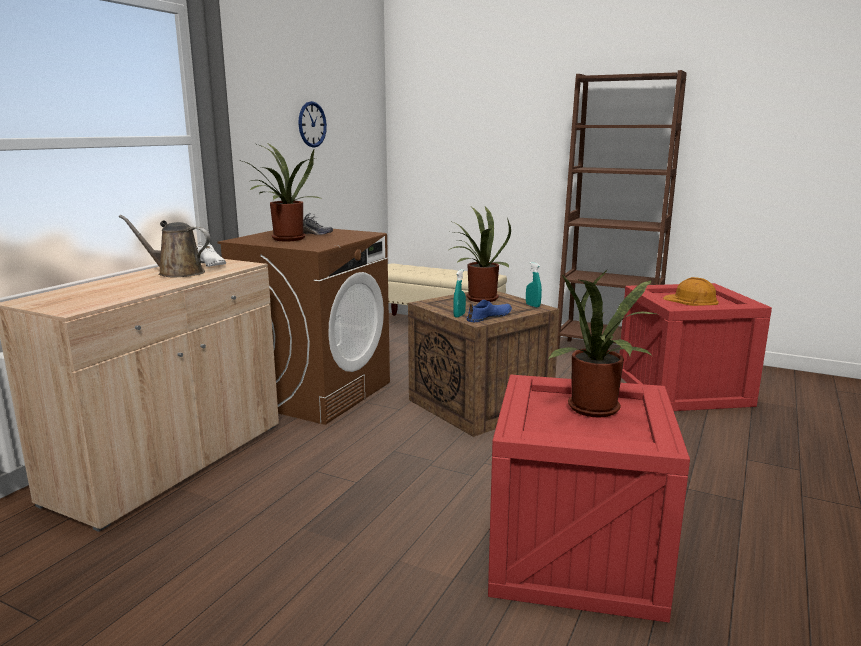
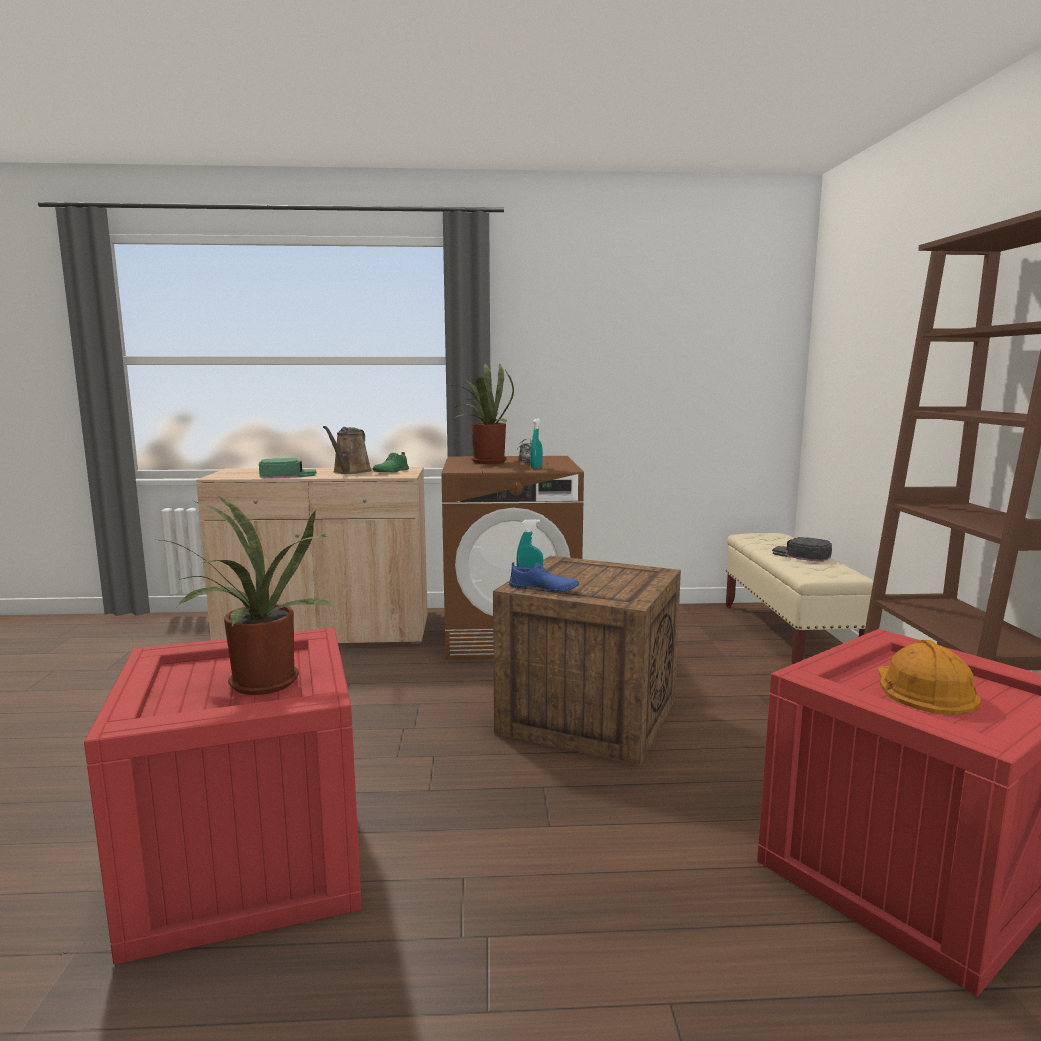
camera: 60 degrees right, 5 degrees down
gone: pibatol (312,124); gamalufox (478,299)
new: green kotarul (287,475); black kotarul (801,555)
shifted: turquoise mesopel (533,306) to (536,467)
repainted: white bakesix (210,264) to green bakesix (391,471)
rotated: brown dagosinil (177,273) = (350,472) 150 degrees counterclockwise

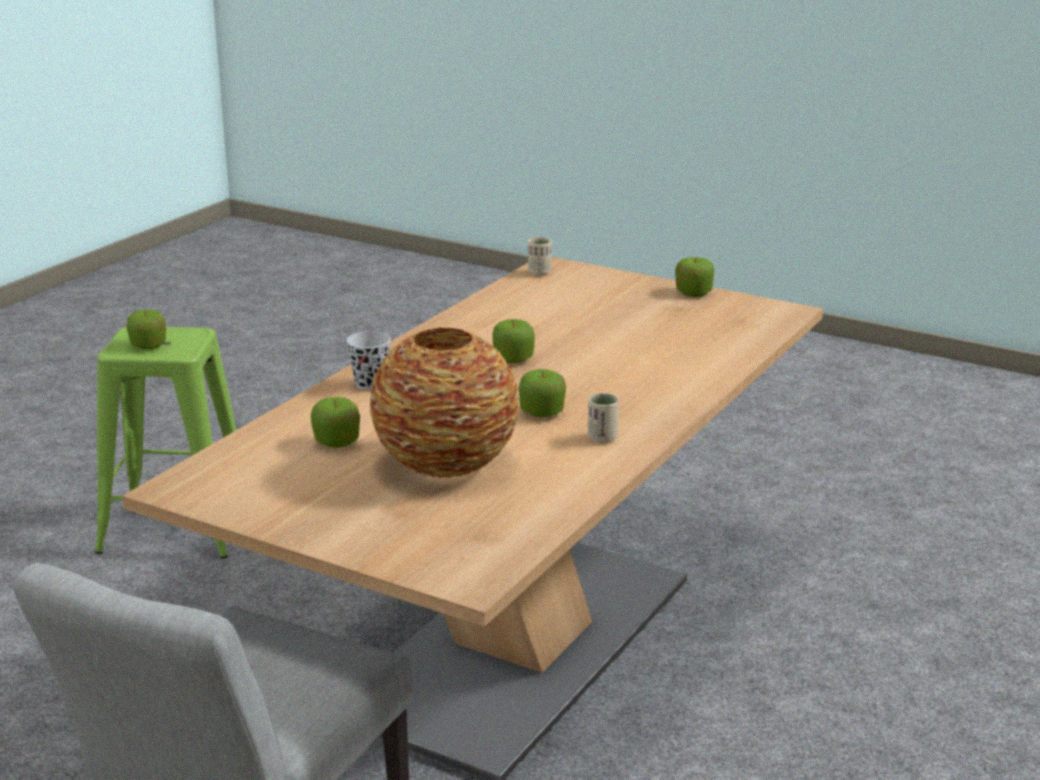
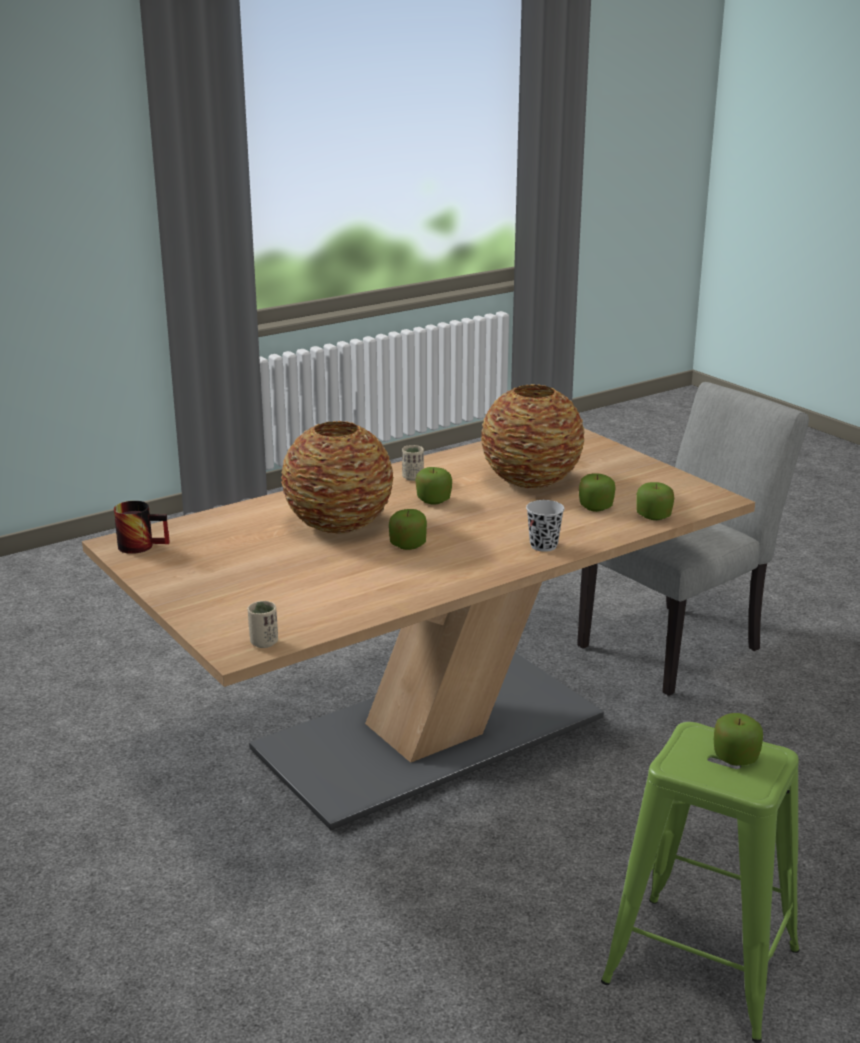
camera: 155 degrees left, 0 degrees up
new: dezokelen (142,545); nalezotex (339,524)
shifted: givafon (693,292) to (653,516)

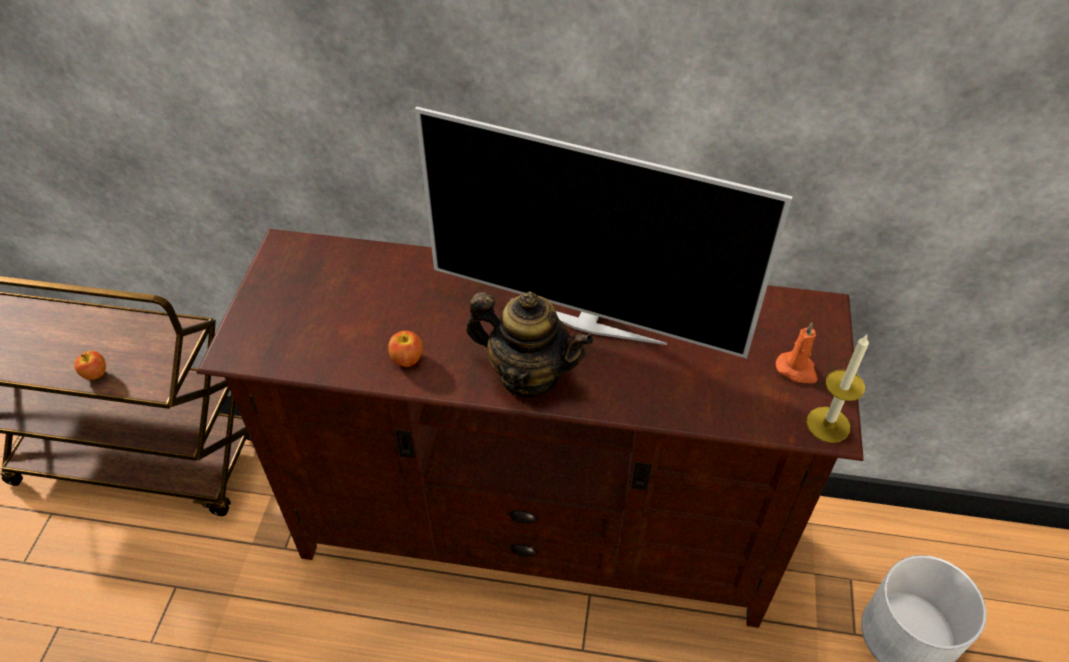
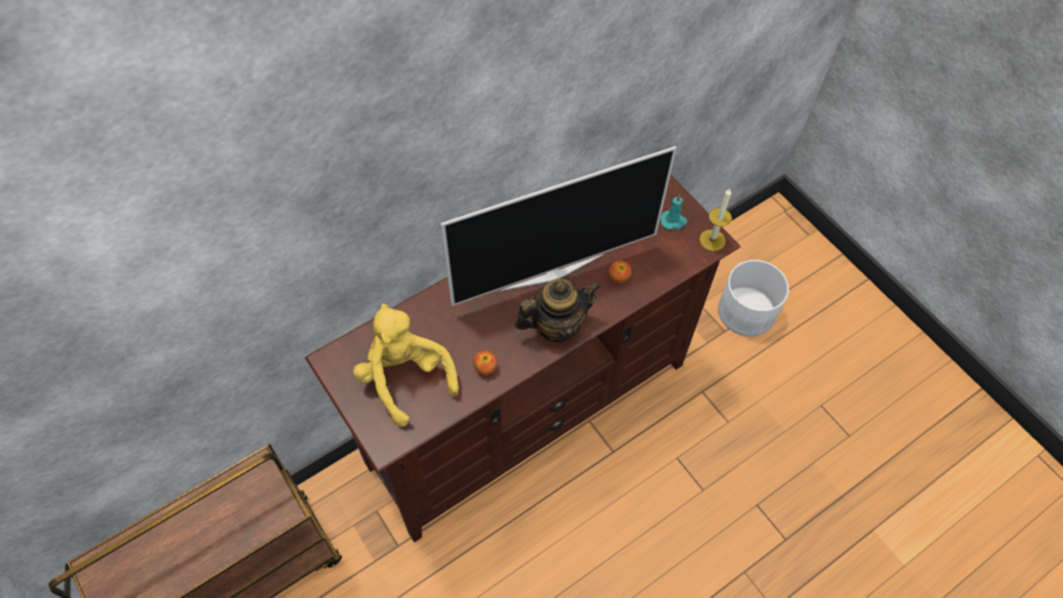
camera: 45 degrees left, 10 degrees up
new: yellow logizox (405,377)
shifted: givafon (95,373) to (618,277)
repainted: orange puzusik (797,370) to turquoise puzusik (673,221)

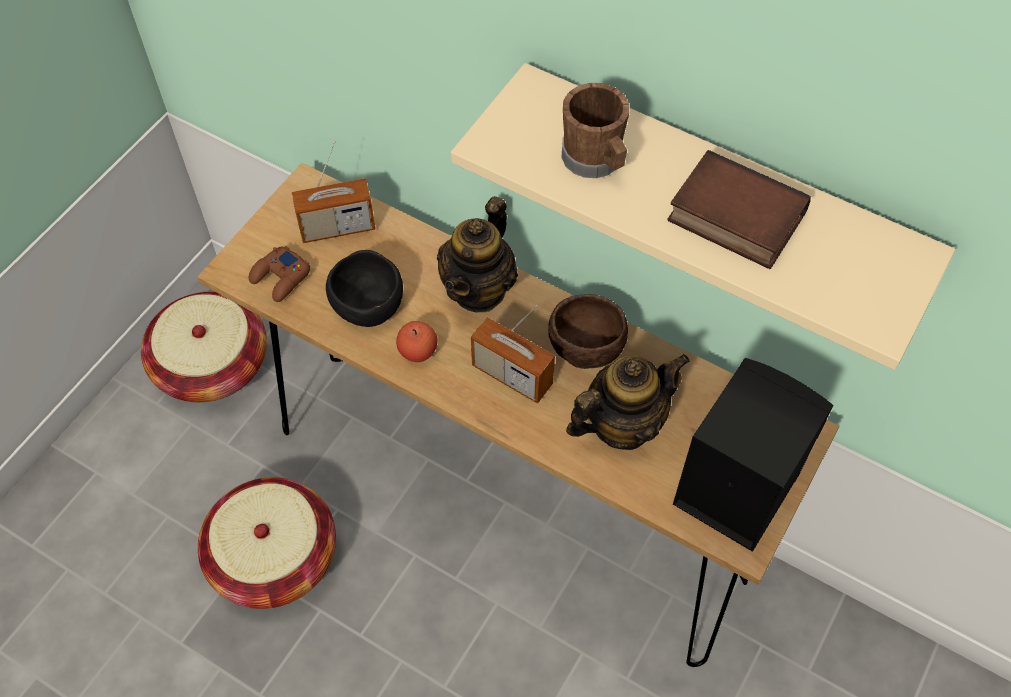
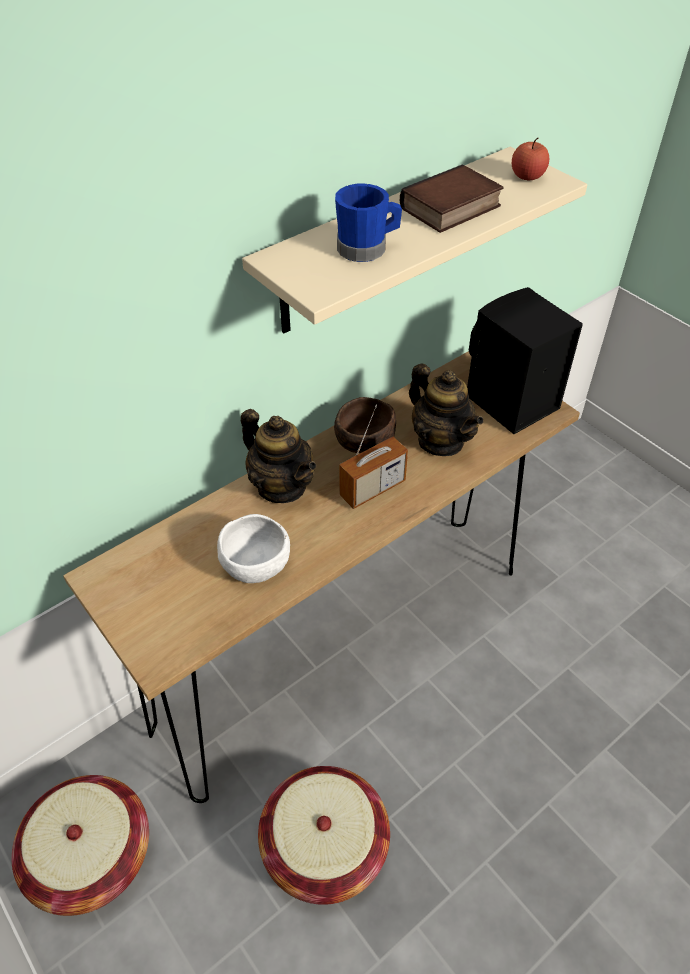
camera: 70 degrees left, 10 degrees down
gone: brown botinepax (281,278); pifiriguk (337,228)
shifted: givafon (418,351) to (527,176)
repainted: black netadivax (367,305) to white netadivax (257,563); brown dezokelen (595,161) to blue dezokelen (367,248)
rotated: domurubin (622,424) = (440,441) 150 degrees clockwise

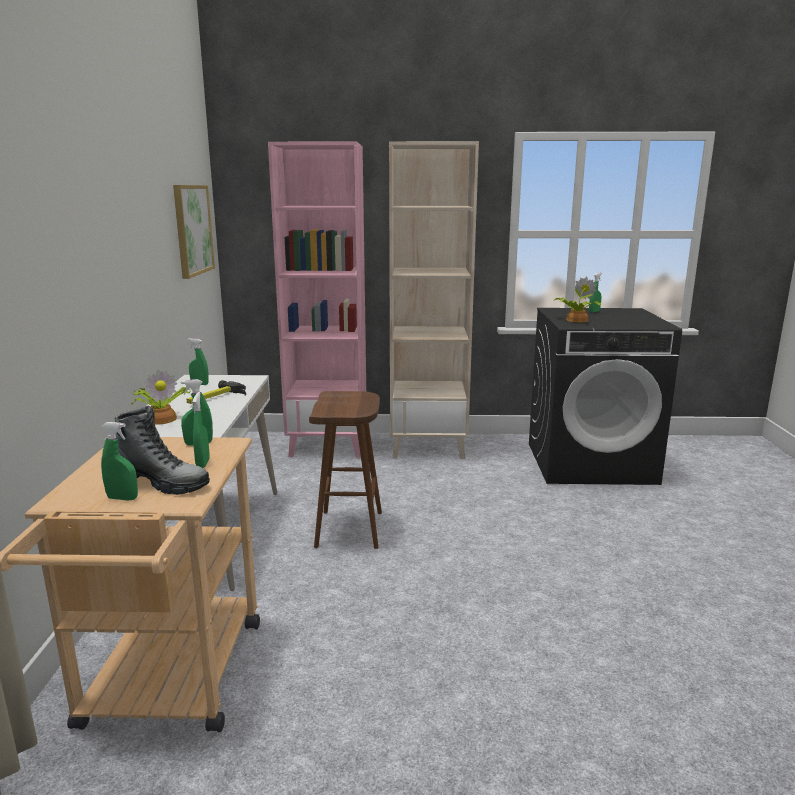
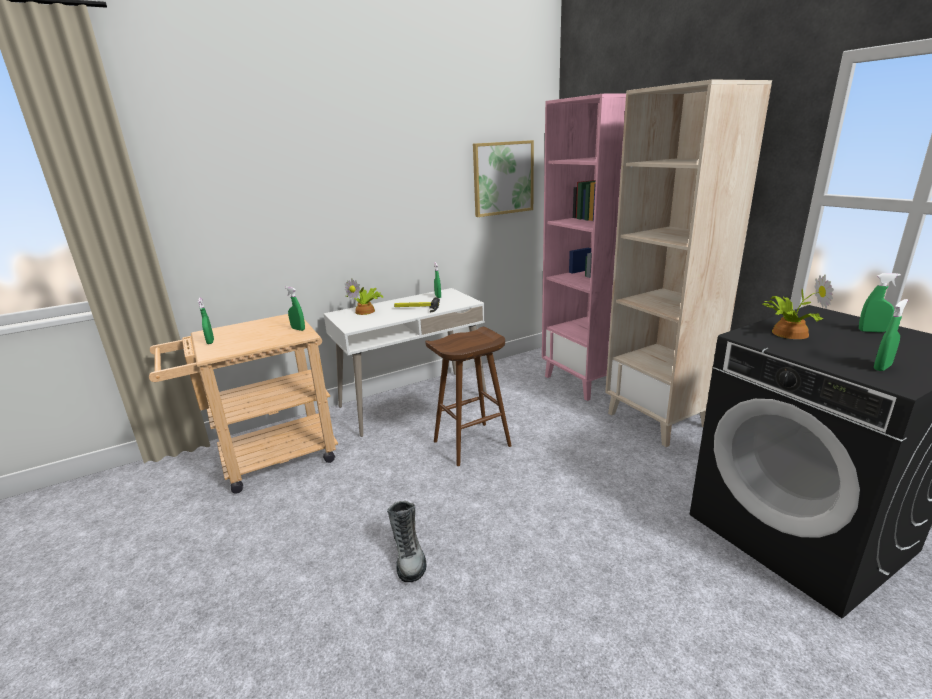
camera: 60 degrees right, 5 degrees up
shifted: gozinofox (160,483) to (408,556); green mesopel (203,463) to (882,367)

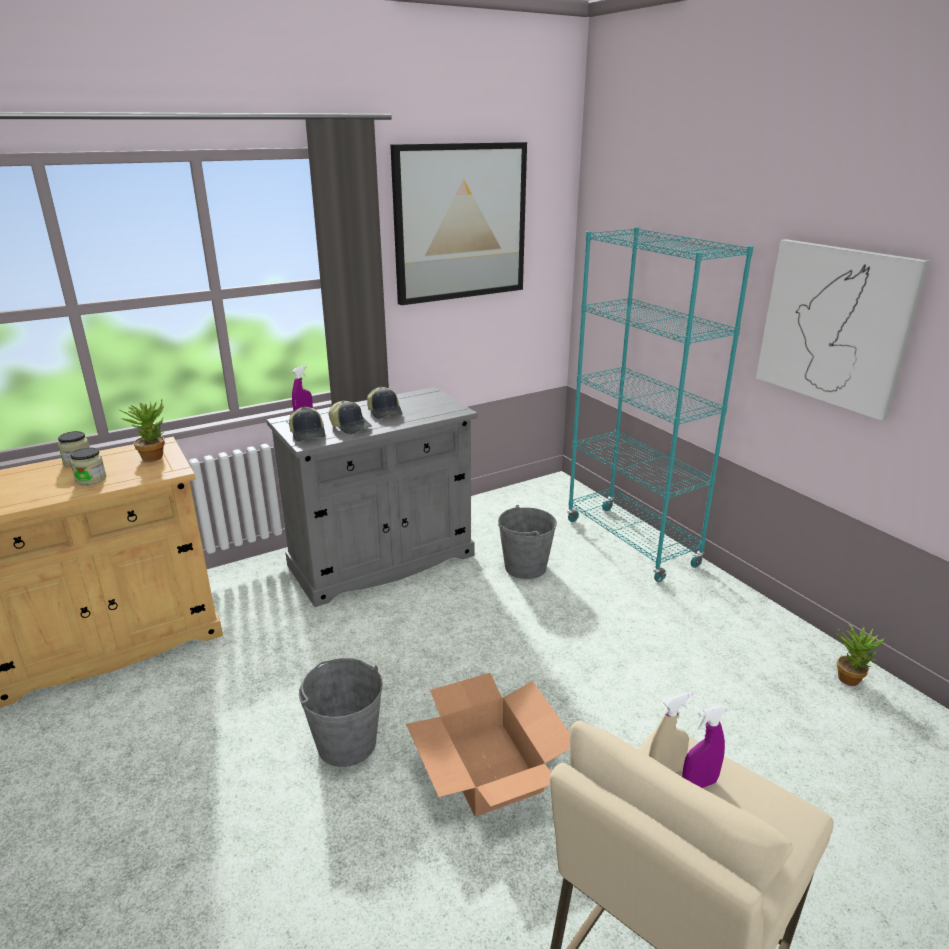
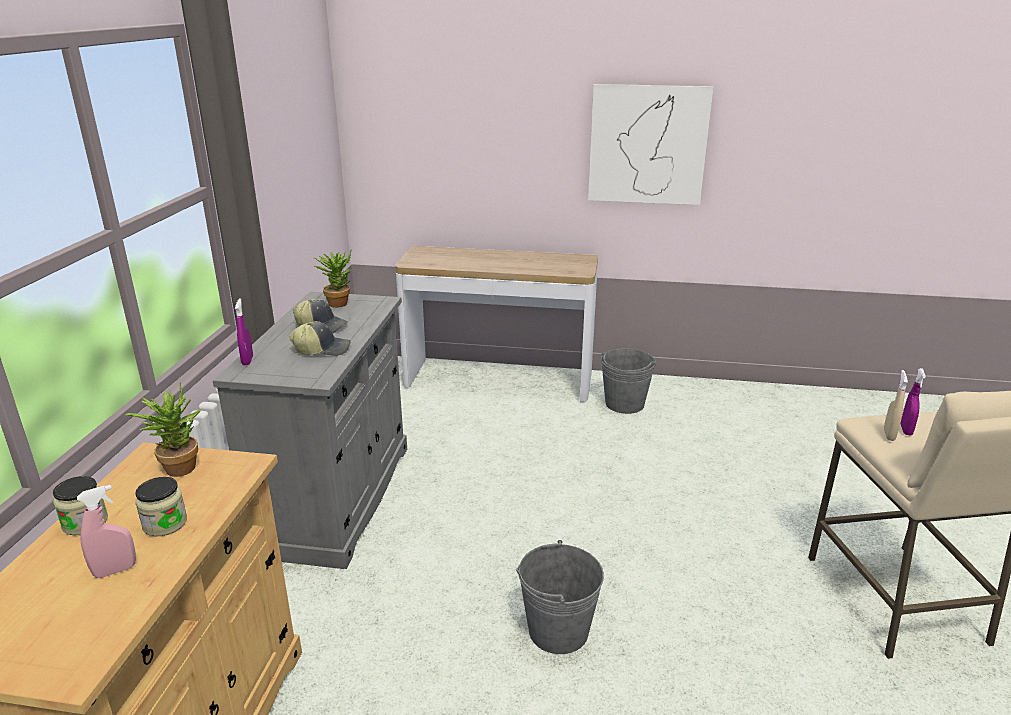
camera: 50 degrees left, 0 degrees up
gone: kotarul (308,434); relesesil (460,222); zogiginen (489,767)
new: pink mesopel (115,571)
shifted: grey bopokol (525,567) to (624,404); gamalufox (850,677) to (339,302)
swapped: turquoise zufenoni (631,543) to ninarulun (498,380)

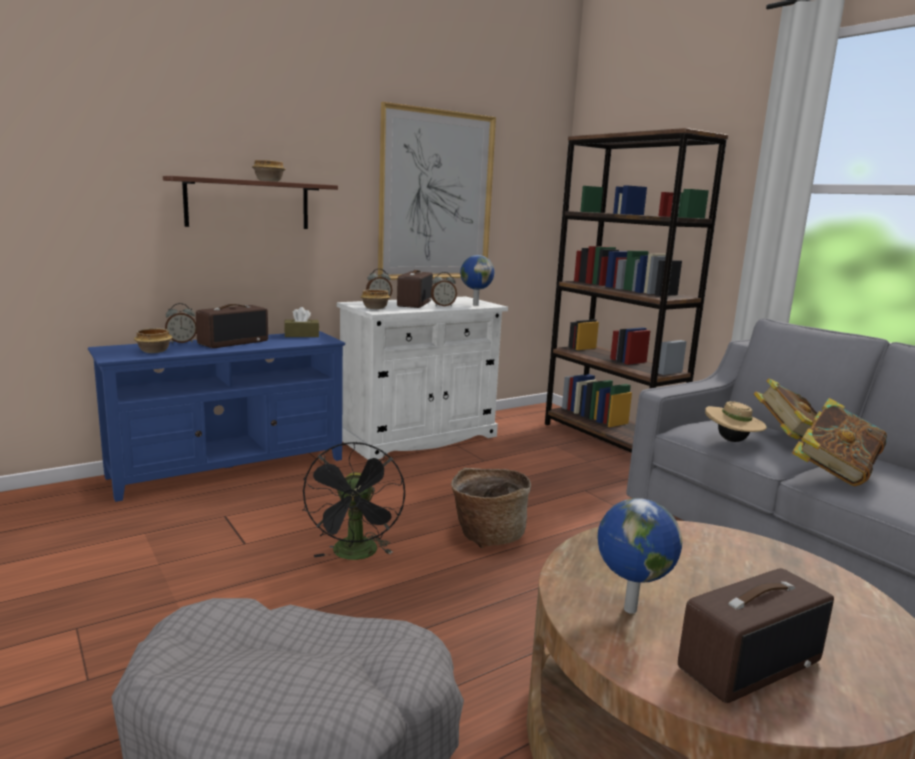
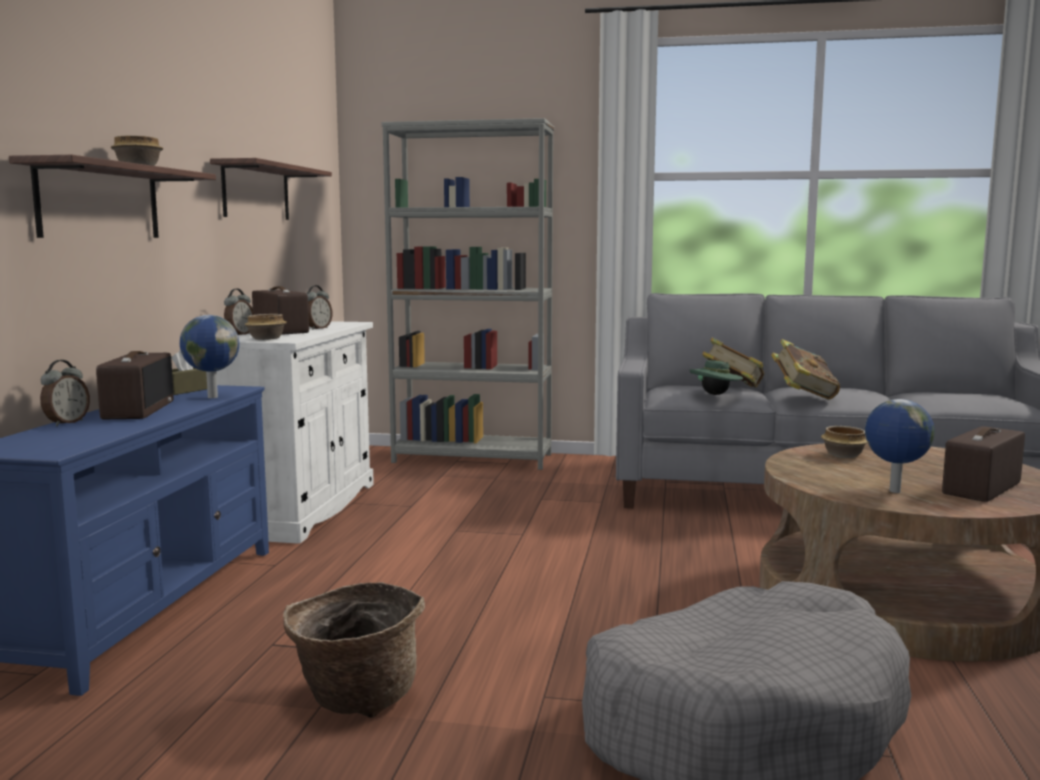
camera: 45 degrees left, 5 degrees down
gone: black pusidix (356,555)
shifted: netadivax (155,351) to (843,455); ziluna (487,535) to (356,698); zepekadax (475,305) to (211,397)
swapped: relesesil (436,196) to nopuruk (256,192)
repainted: brown zufenoni (610,439) to grey zufenoni (473,458); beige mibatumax (732,441) to green mibatumax (715,394)
rotated: pifiriguk (749,663) = (983,489) 150 degrees counterclockwise

